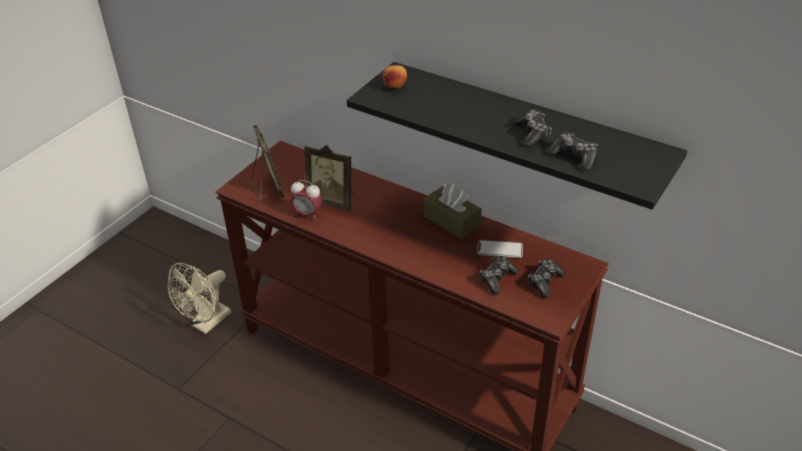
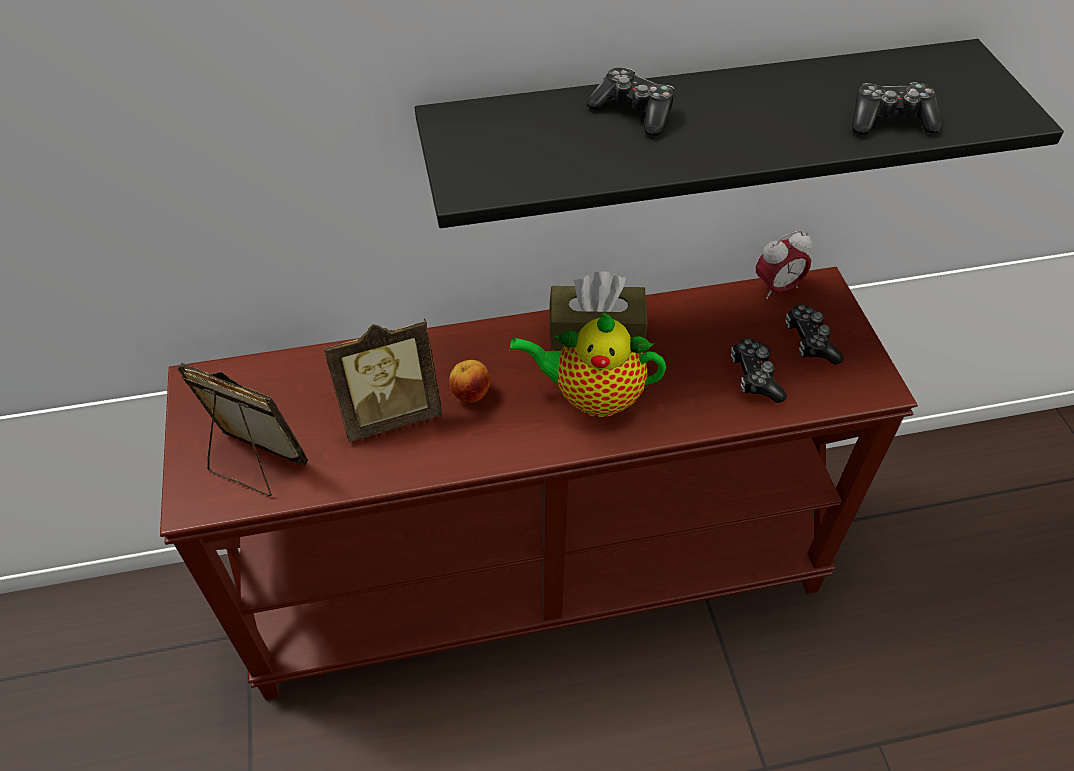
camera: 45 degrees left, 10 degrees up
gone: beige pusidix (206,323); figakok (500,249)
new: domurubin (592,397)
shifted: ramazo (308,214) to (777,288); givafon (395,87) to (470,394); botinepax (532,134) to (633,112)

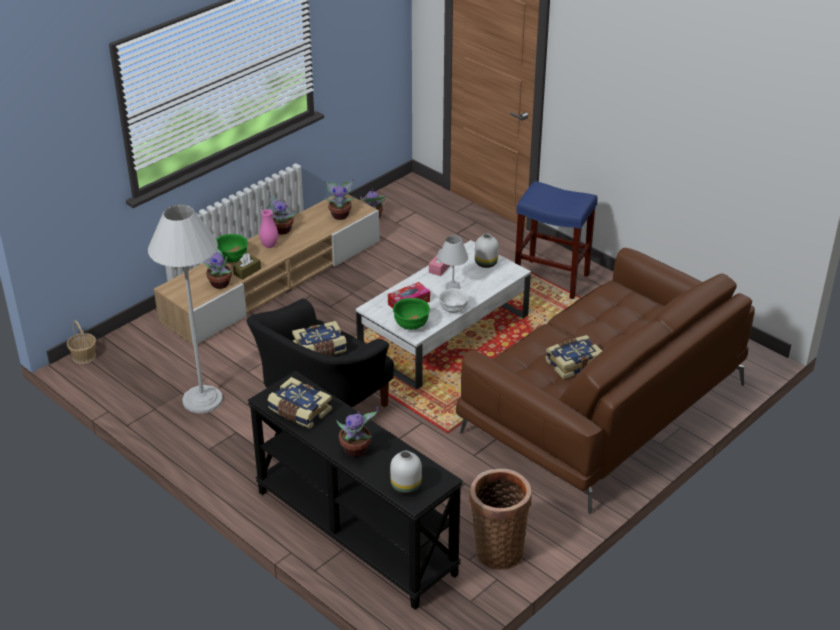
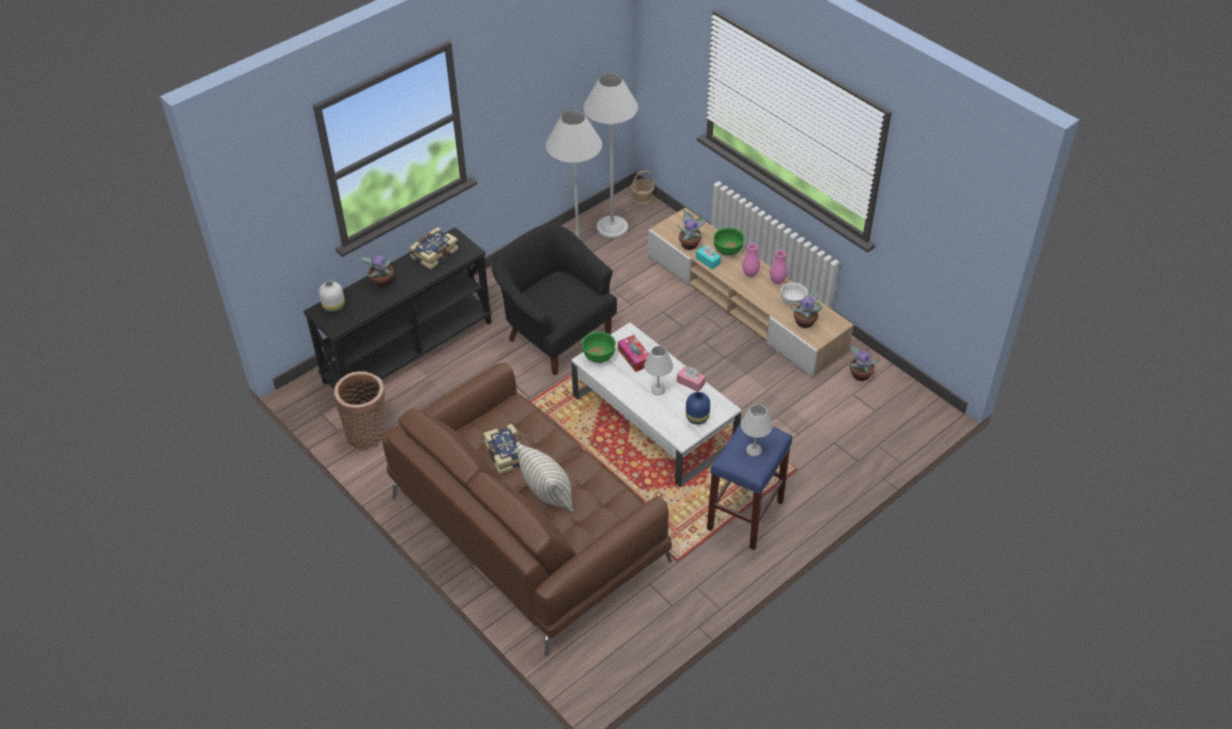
camera: 95 degrees right, 10 degrees up
gone: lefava (320,349)
new: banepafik (547,495); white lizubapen (612,227); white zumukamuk (754,451)
shifted: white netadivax (453,308) to (792,300)
swapped: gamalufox (280,230) to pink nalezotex (777,281)
repainted: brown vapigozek (247,271) to turquoise vapigozek (708,261); white nalezotex (486,263) to blue nalezotex (697,418)

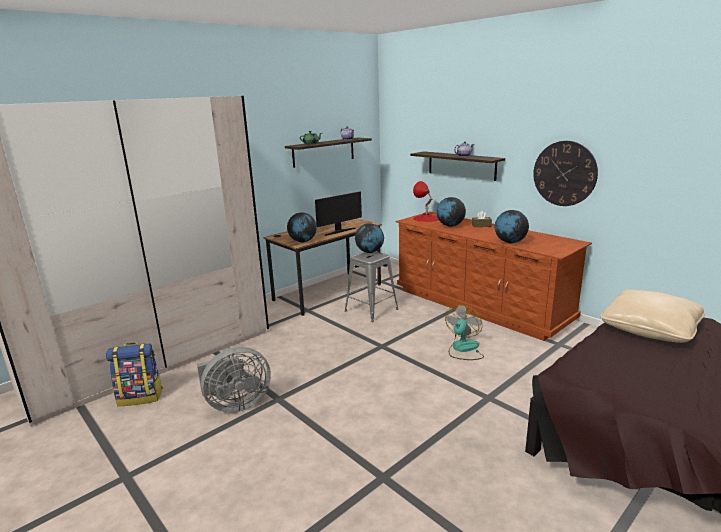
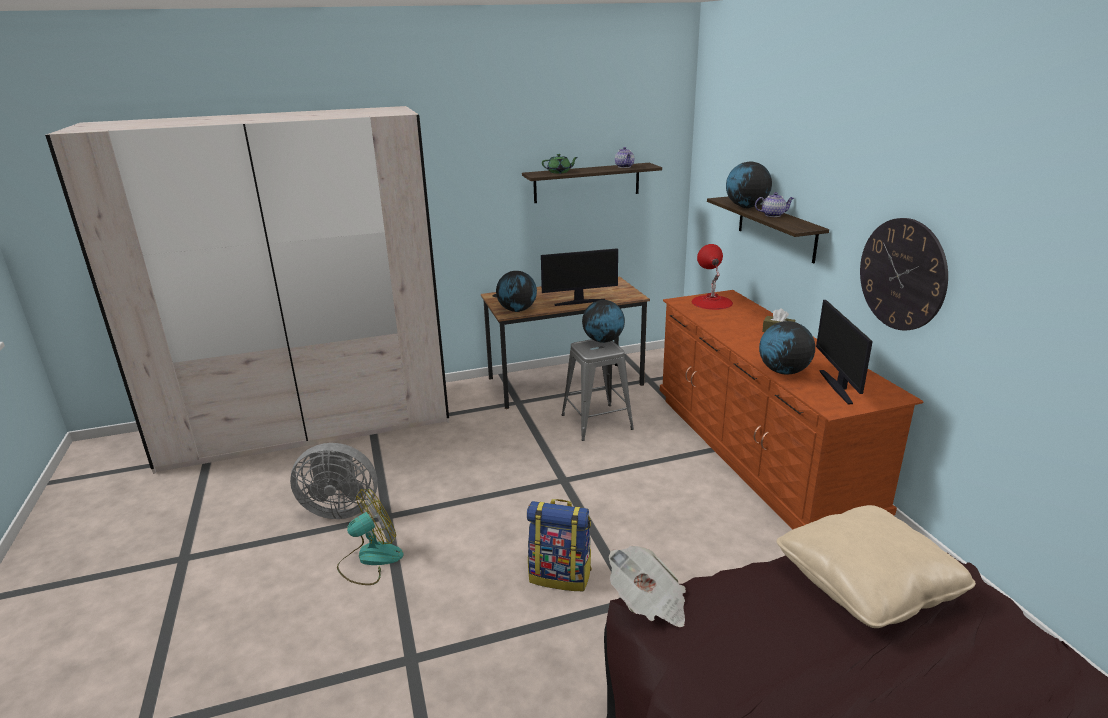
camera: 25 degrees right, 5 degrees up
new: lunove (648,603); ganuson (837,386)
shifted: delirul (140,397) to (561,575); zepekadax (450,225) to (746,207); pusidix (463,349) to (370,559)

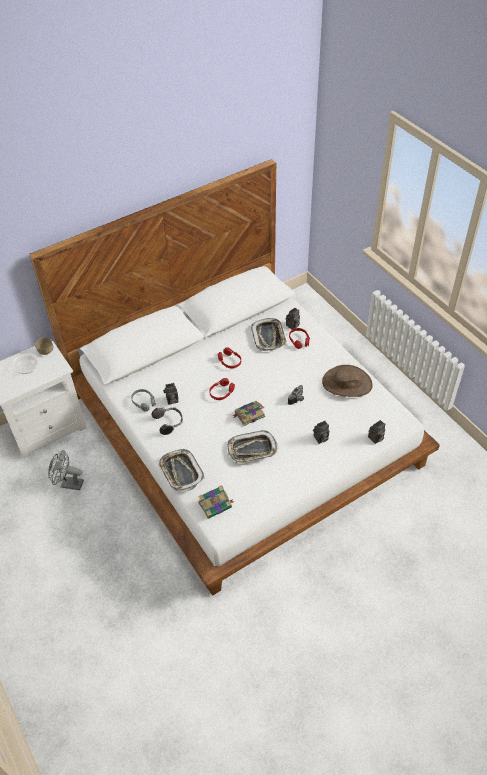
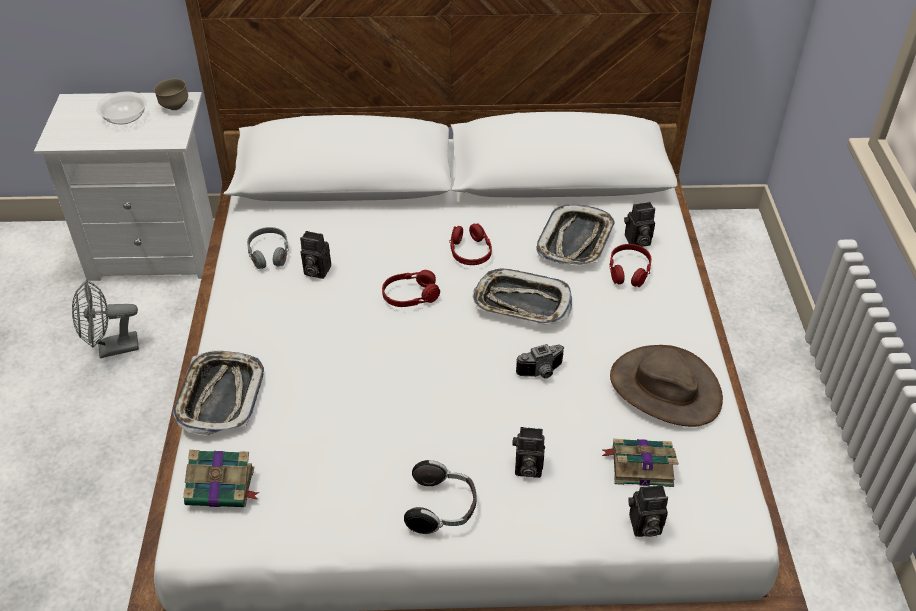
camera: 30 degrees right, 5 degrees down
shifted: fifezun (169,423) to (442,508); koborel (252,449) to (521,303); lefava (249,414) to (640,465)
rotated: grey pusidix (68,484) = (111,349) 60 degrees counterclockwise

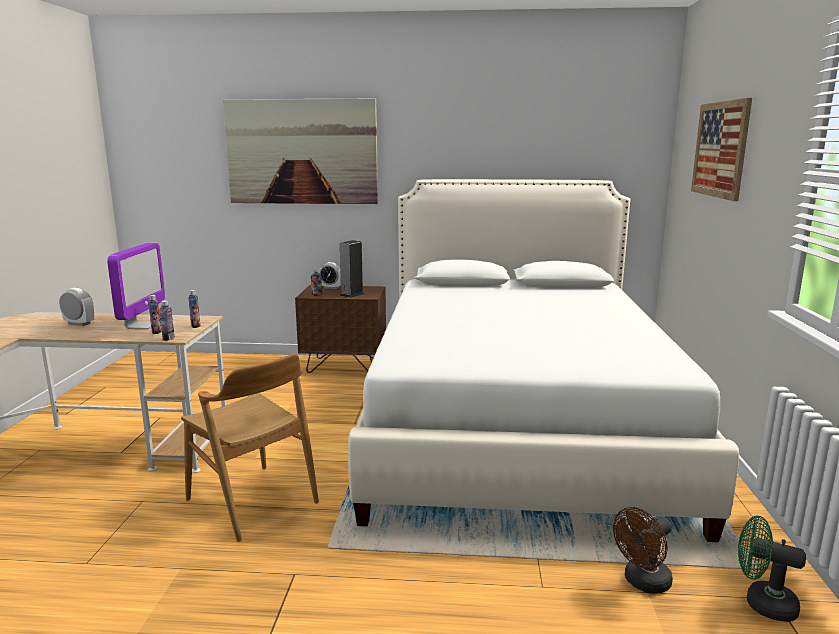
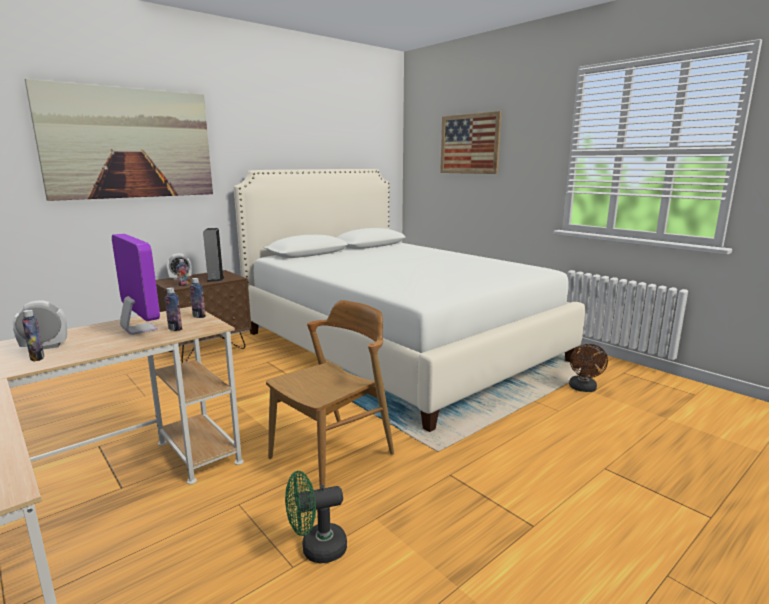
camera: 45 degrees left, 0 degrees up
shifted: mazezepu (168,338) to (37,358); green pusidix (762,603) to (316,549)
rotated: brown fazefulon (252,501) = (332,456) 45 degrees counterclockwise

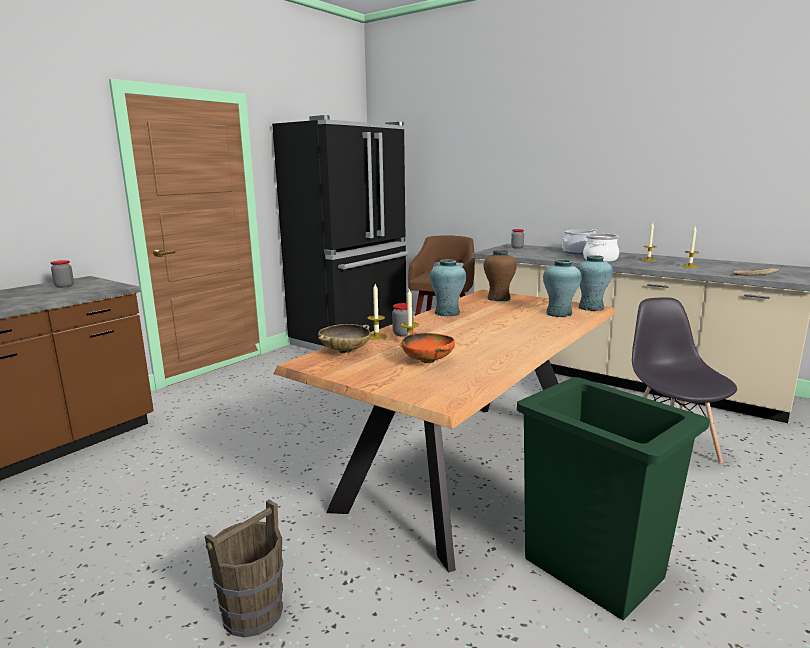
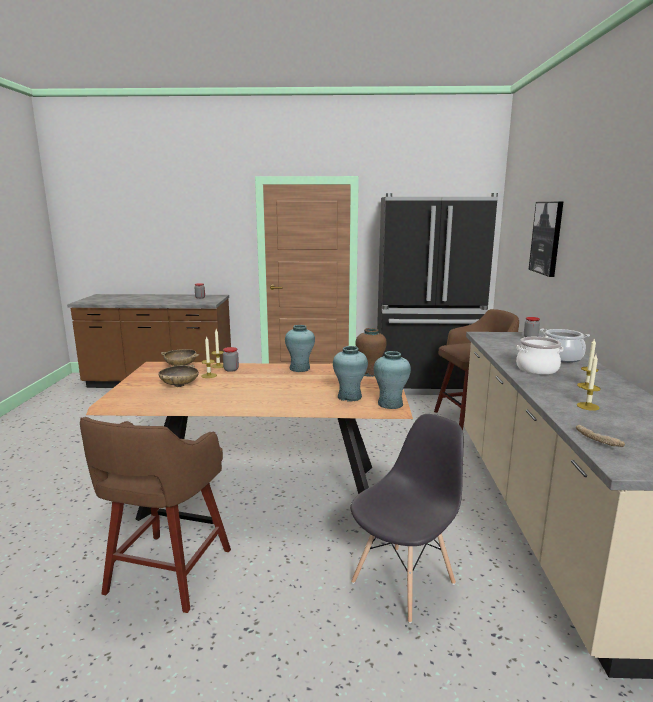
camera: 55 degrees right, 0 degrees up
gone: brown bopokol (252,613)
new: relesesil (547,238)
swapped: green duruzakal (593,570) to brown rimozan (167,573)
repainted: orange netadivax (428,361) to beige netadivax (179,385)

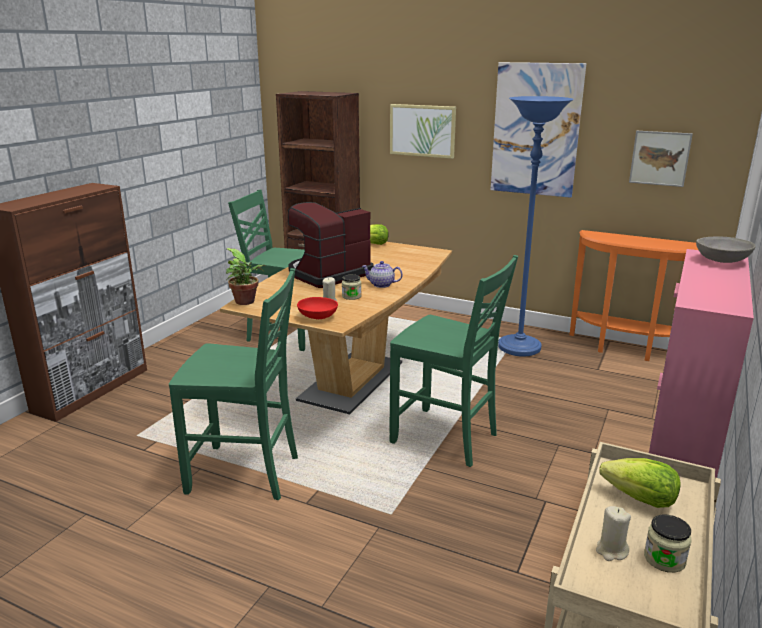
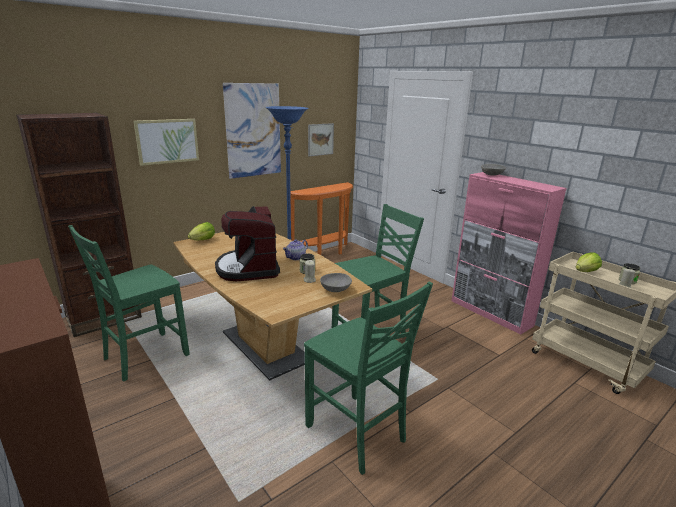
camera: 65 degrees left, 0 degrees up
gone: gamalufox (246,302)
repainted: red netadivax (318,317) to grey netadivax (335,289)
rotated: green fazefulon (246,474) = (357,434) 105 degrees clockwise

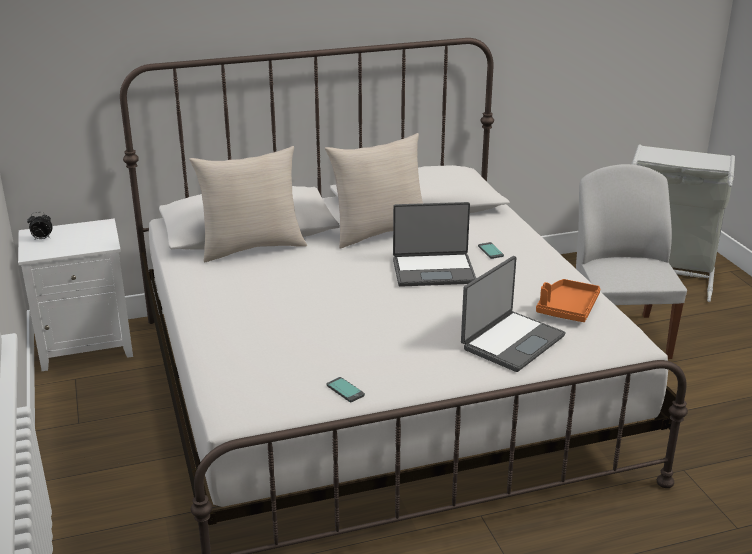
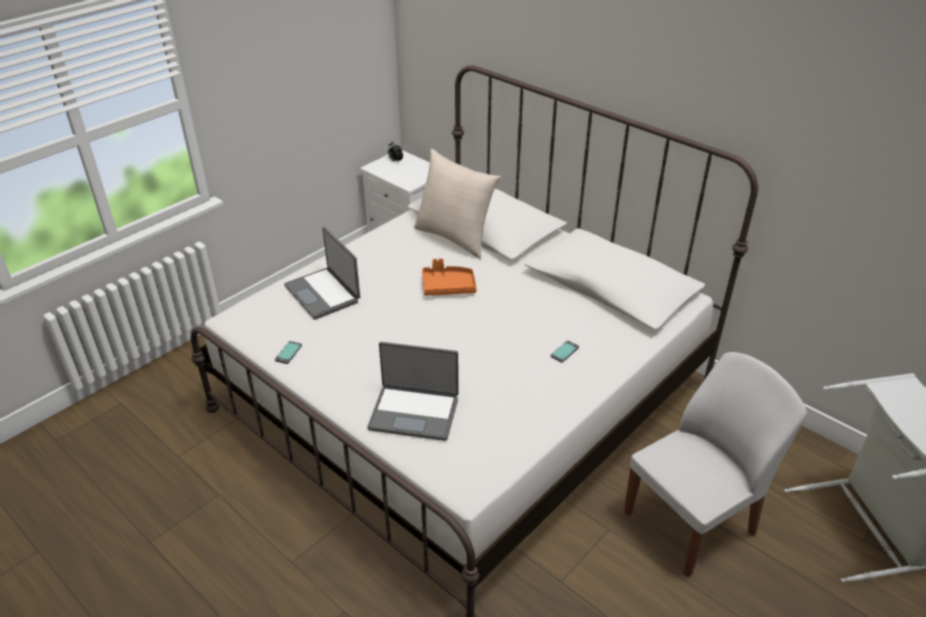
camera: 60 degrees right, 10 degrees up
gone: beige banepafik (379,233)
shifted: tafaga (433,270) to (323,293); orange koborel (567,308) to (448,287)

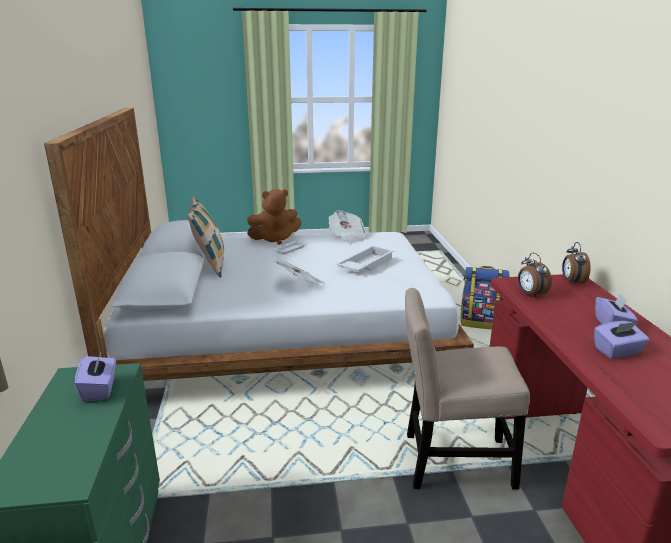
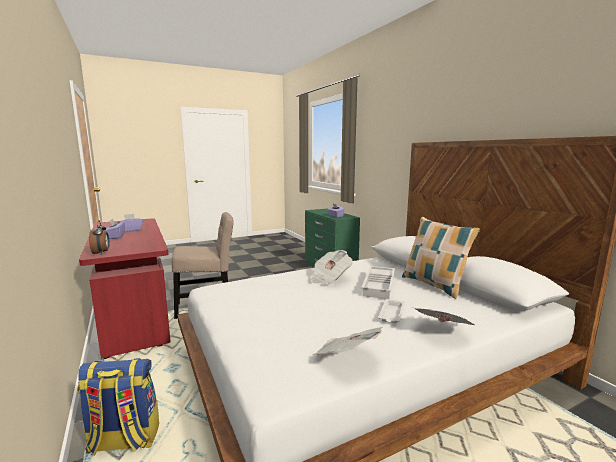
camera: 160 degrees right, 10 degrees down
gone: ramazo (530,294)
shifted: white koborel (365,264) to (380,286)
swapped: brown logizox (275,239) to lunove (442,331)

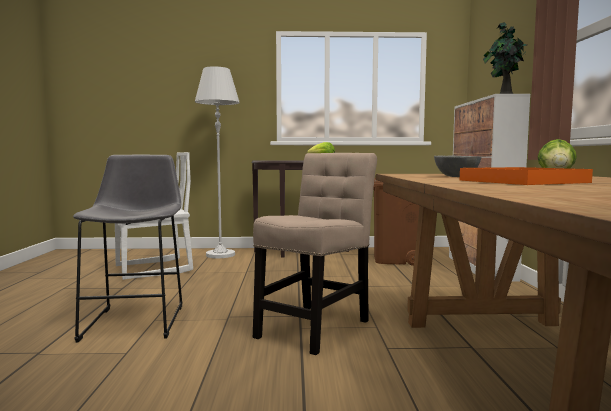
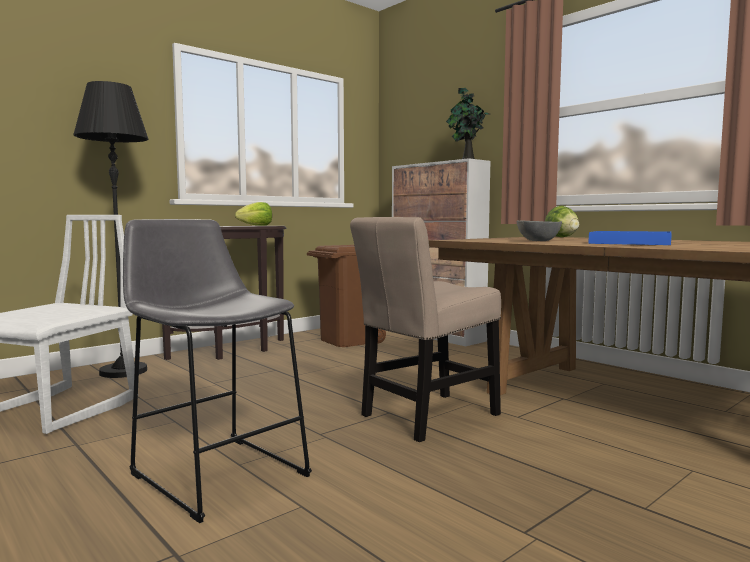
camera: 40 degrees left, 0 degrees up
repainted: white lizubapen (220,255) to black lizubapen (123,371); orange koborel (521,181) to blue koborel (630,243)
rotated: beige fazefulon (315,326) = (426,417) 120 degrees counterclockwise

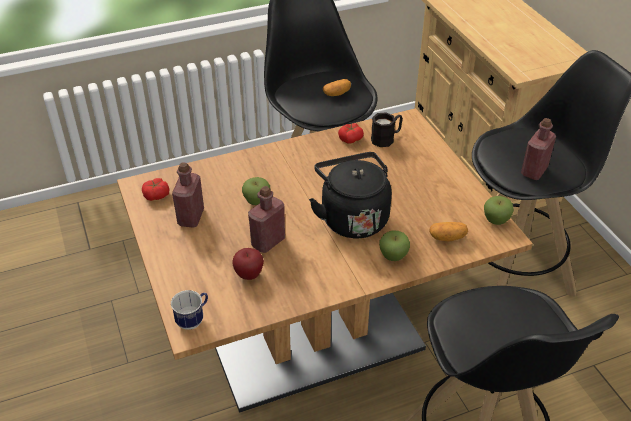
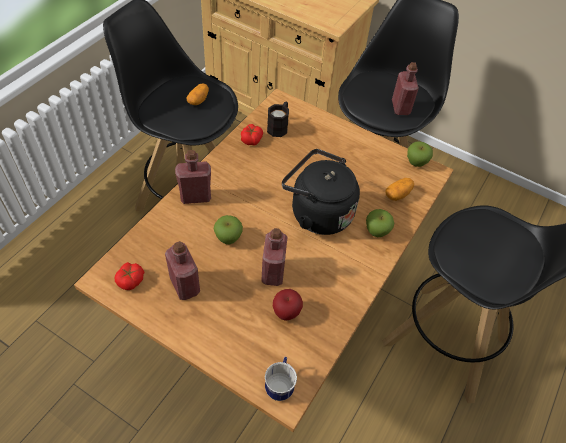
camera: 40 degrees left, 10 degrees up
new: red mazezepu (195,197)

